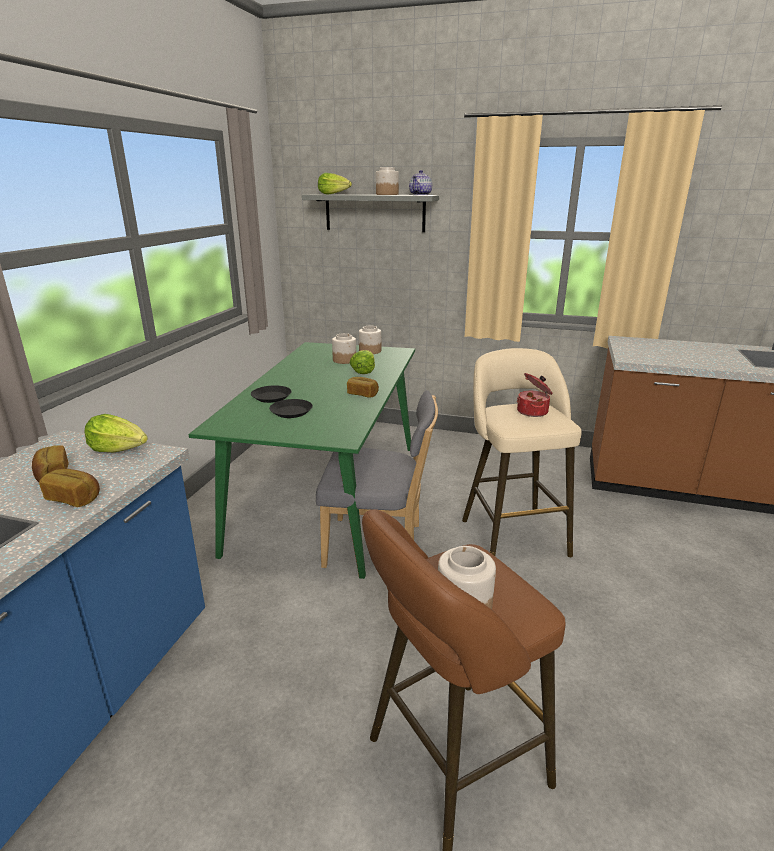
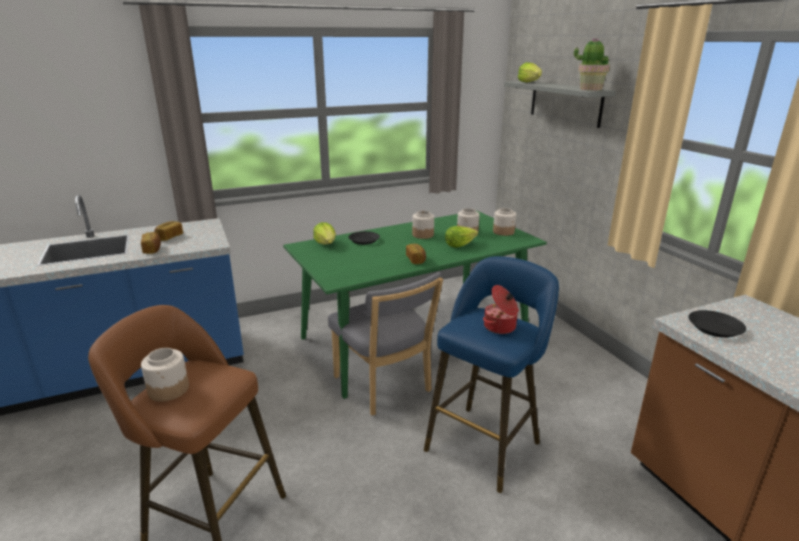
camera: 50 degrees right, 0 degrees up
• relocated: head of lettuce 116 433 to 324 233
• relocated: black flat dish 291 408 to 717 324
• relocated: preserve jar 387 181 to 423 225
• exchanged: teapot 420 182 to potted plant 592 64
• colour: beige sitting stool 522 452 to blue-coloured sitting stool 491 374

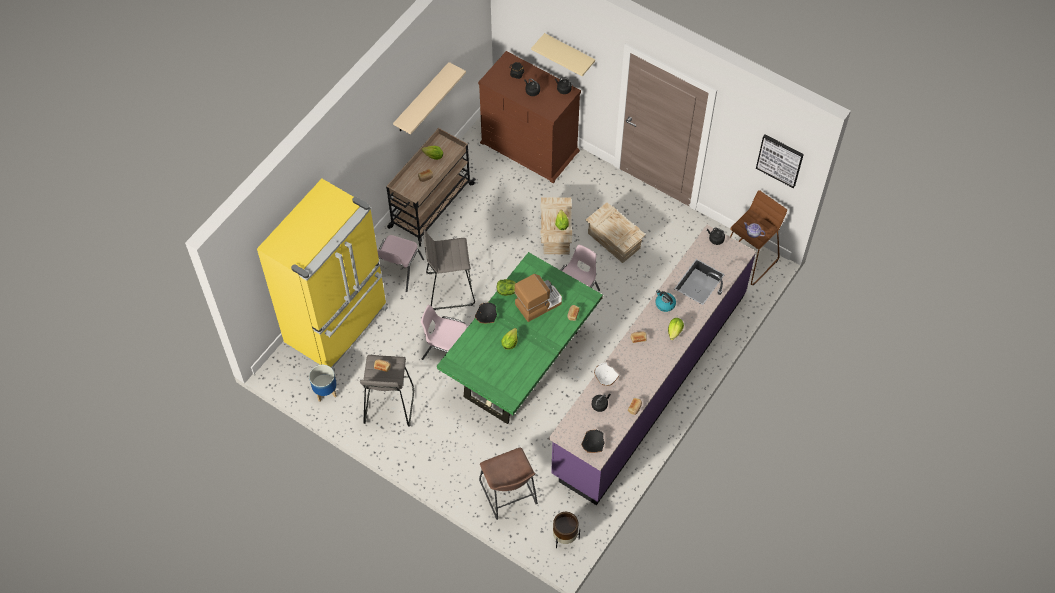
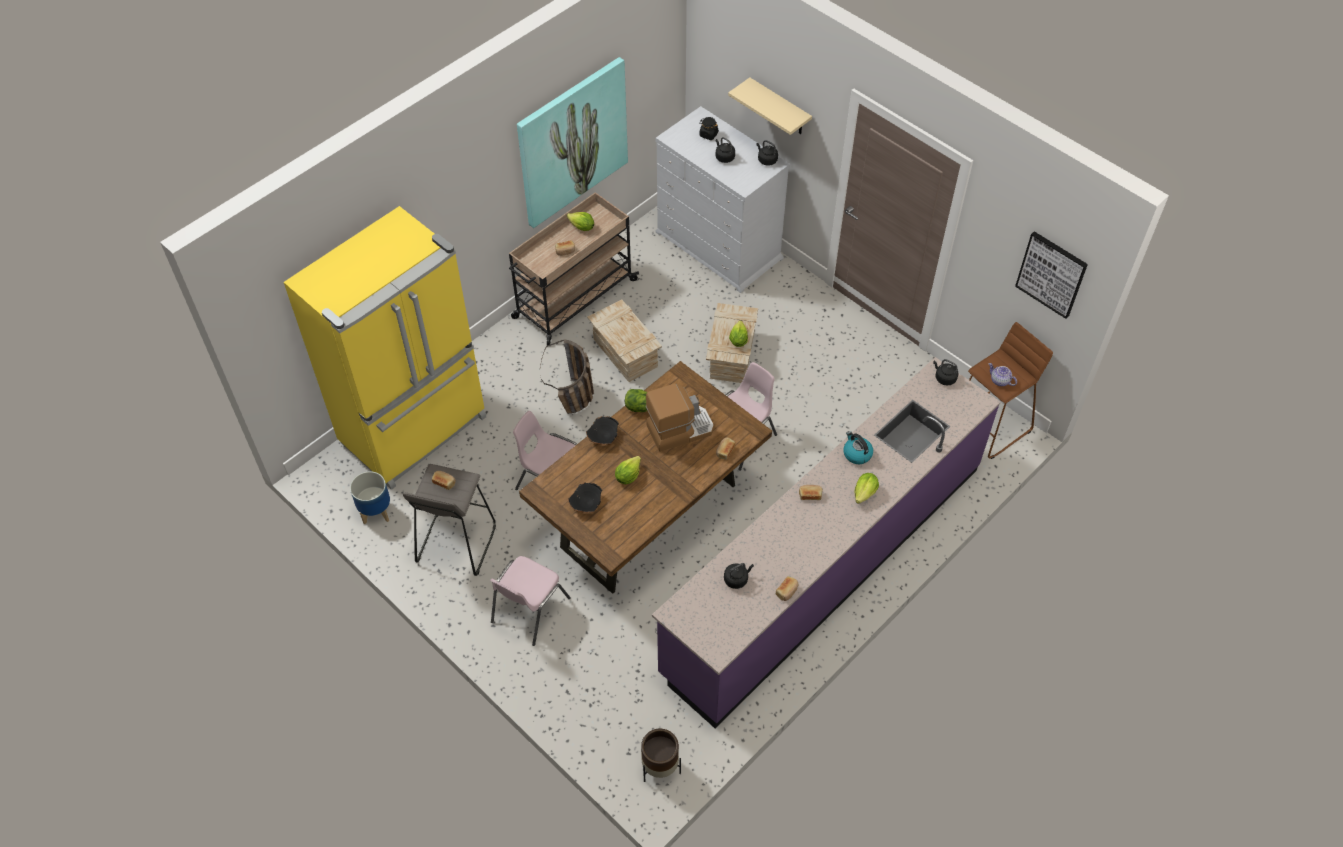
camera: 10 degrees right, 5 degrees down
• missing: brown sitting stool 508 484
• missing: whitish deep dish 607 374
• relocated: pink chair 400 263 to 530 601
• relocated: black deep dish 593 441 to 585 497
• relocated: crate 616 233 to 624 341
• exchanged: beige wall shelf 429 98 to wall picture 572 142
• exchanged: gray sitting stool 449 270 to storage basket 567 377
• colour: green-coloured dining table 520 338 to brown dining table 645 477
• colour: brown chest of drawers 529 117 to whitish chest of drawers 723 199

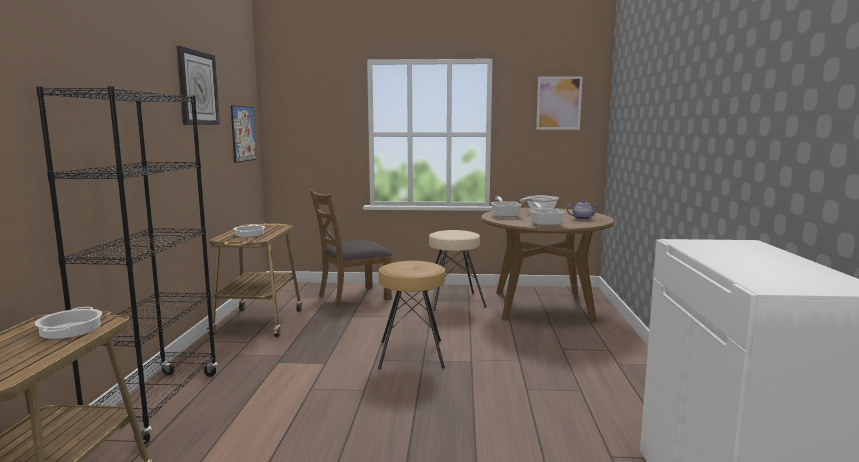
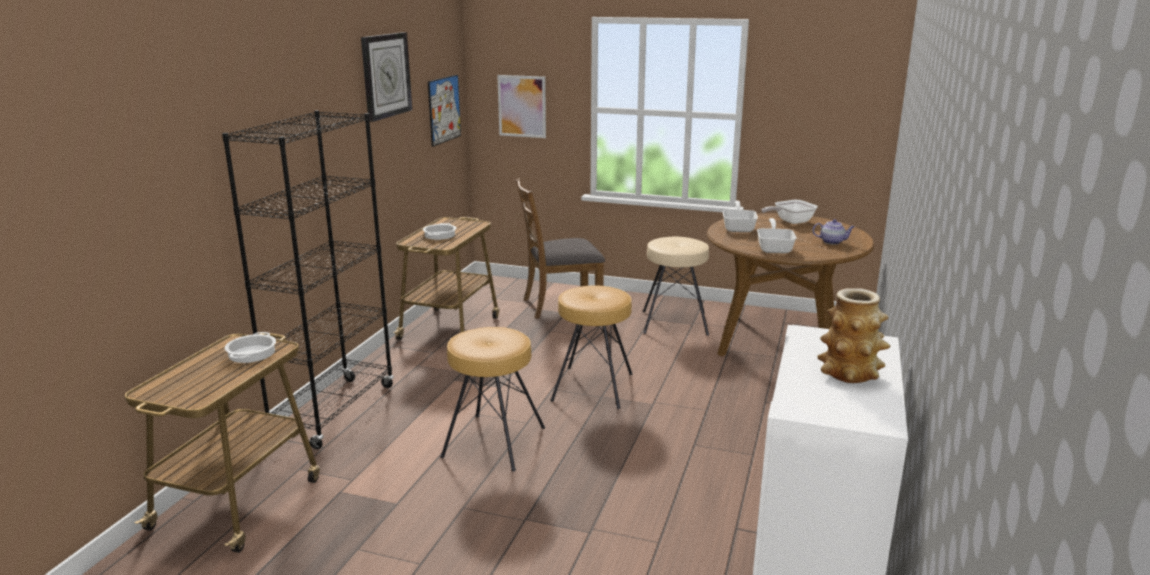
camera: 15 degrees right, 10 degrees up
• appeared: brown sitting stool 493 399
• appeared: vase 853 335
• relocated: wall picture 559 103 to 521 106

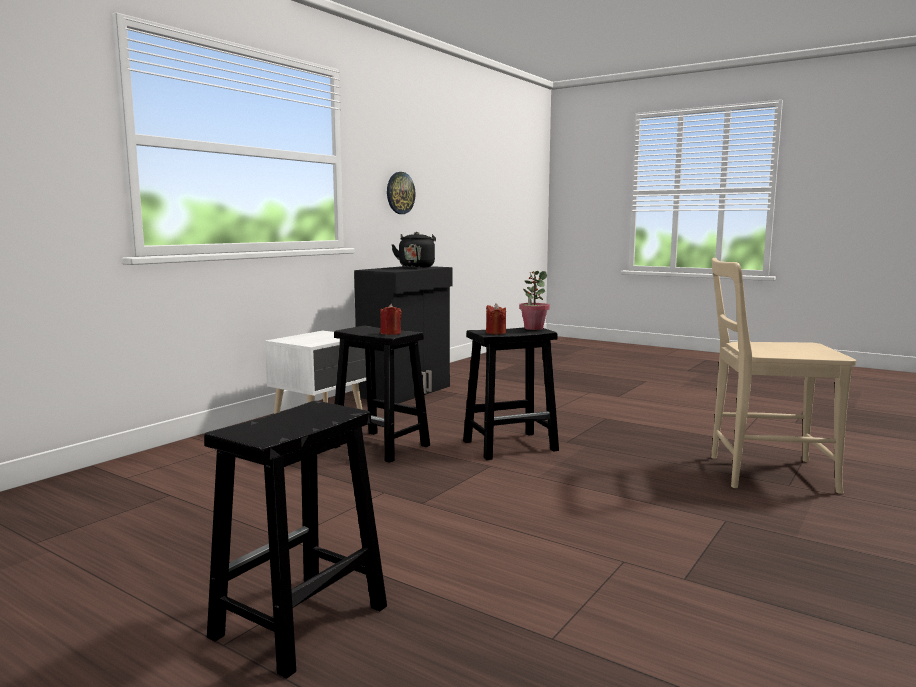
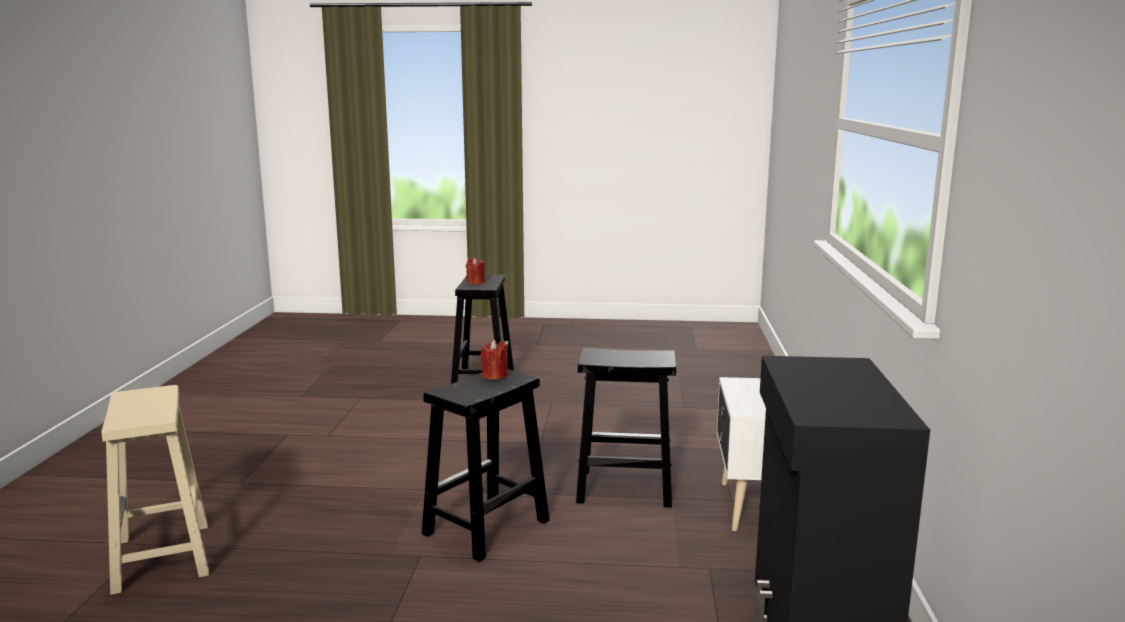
camera: 150 degrees right, 5 degrees up
• missing: clock on the wall 401 193
• missing: black tea kettle 413 250
• missing: potted plant 534 300
• relocated: reddish wax light 391 319 to 475 271
• exchanged: beige chair 783 376 to beige sitting stool 155 490

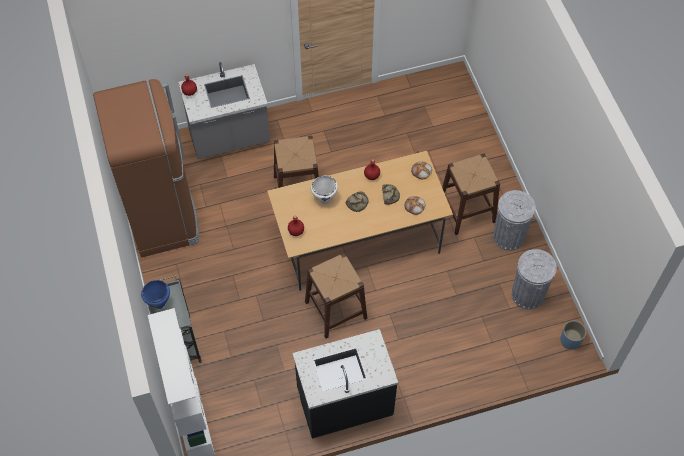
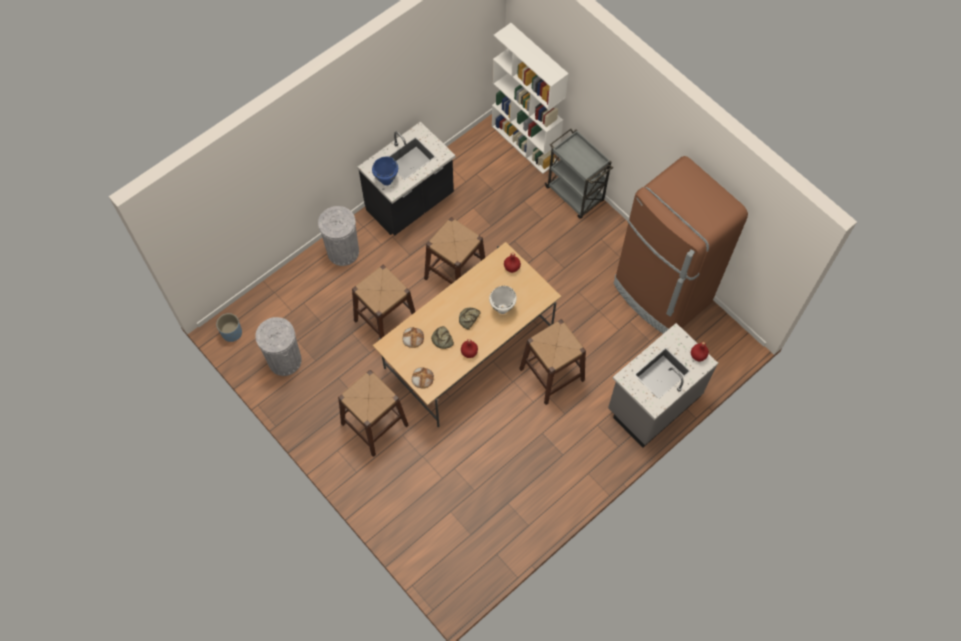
camera: 155 degrees right, 5 degrees up
• appeared: brown sitting stool 383 301
• relocated: blue-coloured cooking pot 155 294 to 385 171
• relocated: gray waste bin 514 220 to 338 236

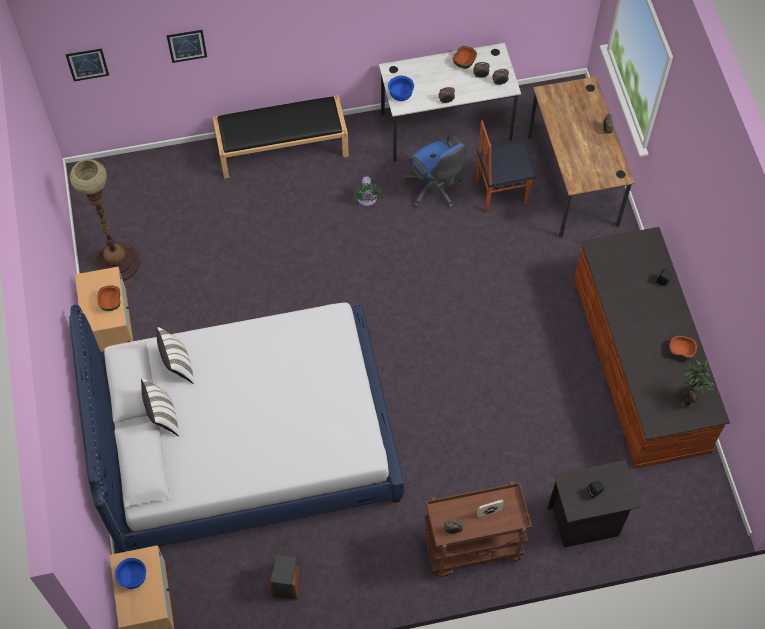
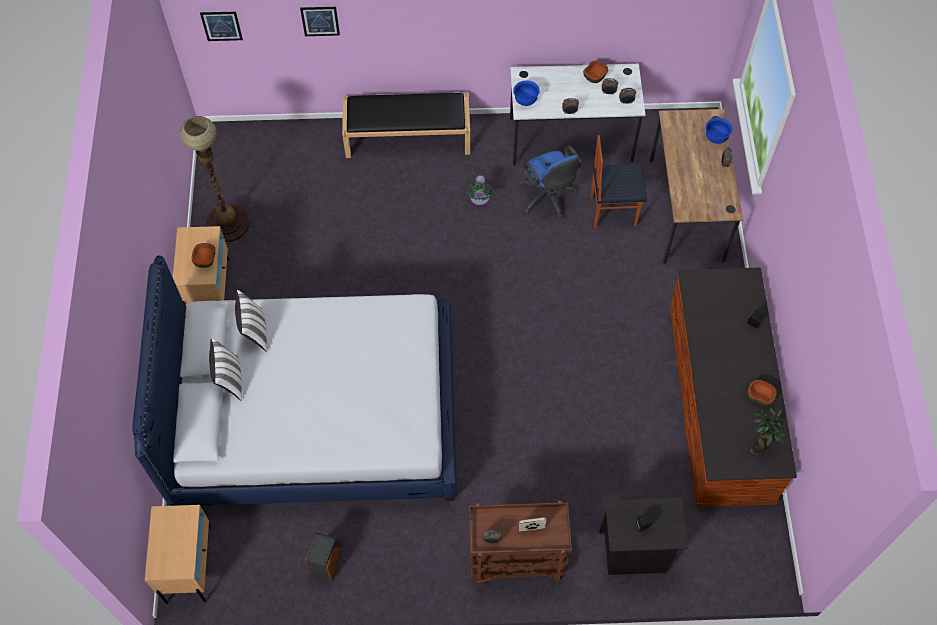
camera: 10 degrees right, 0 degrees up
• relocated: blue-coloured deep dish 130 573 to 719 131

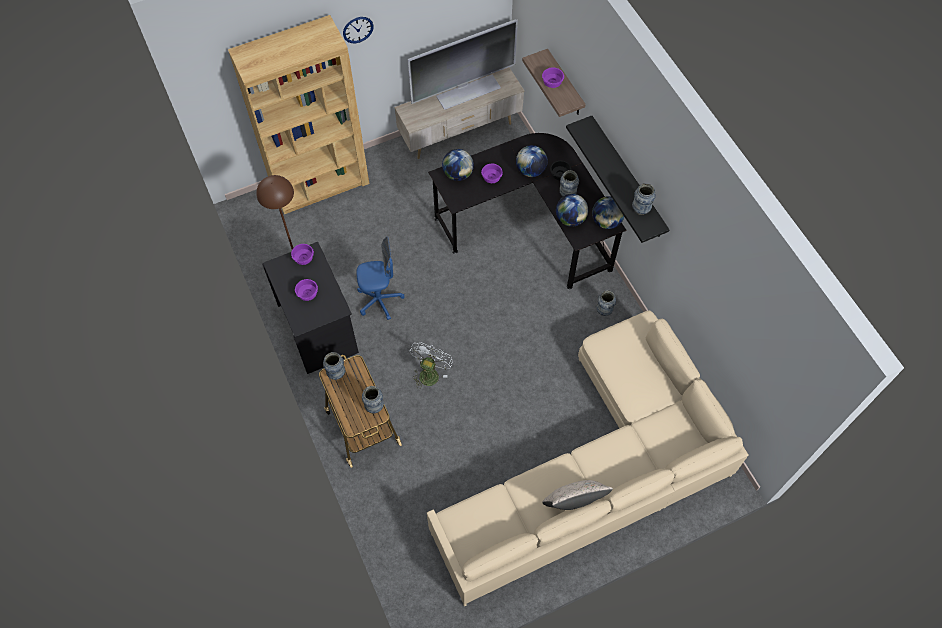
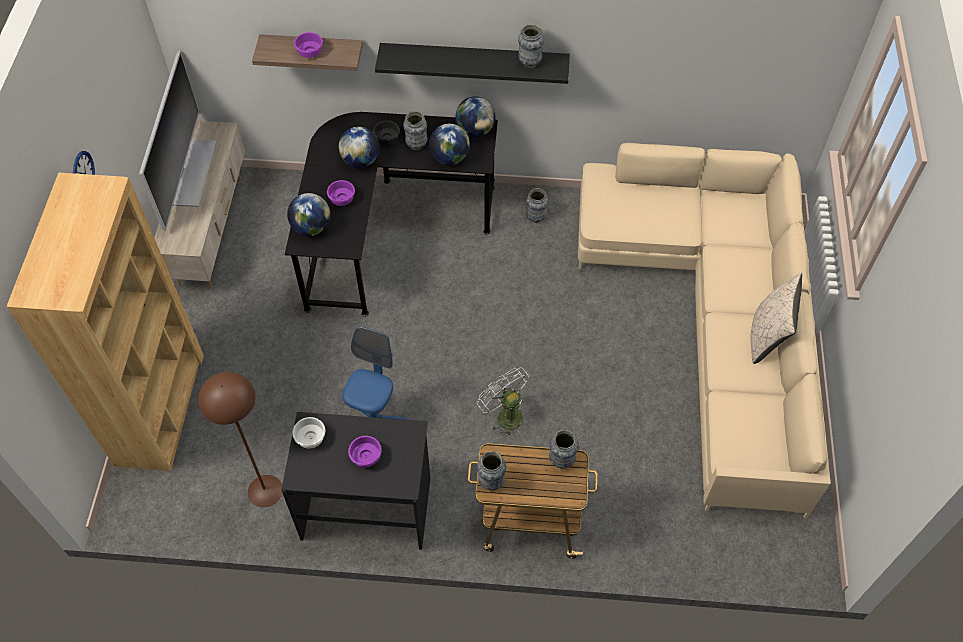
camera: 60 degrees left, 5 degrees down
• colour: purple-coloured deep dish 302 254 to whitish deep dish 308 433

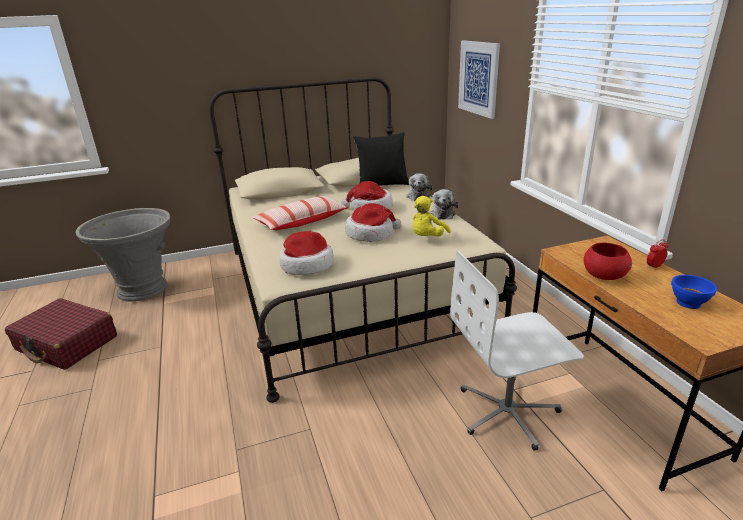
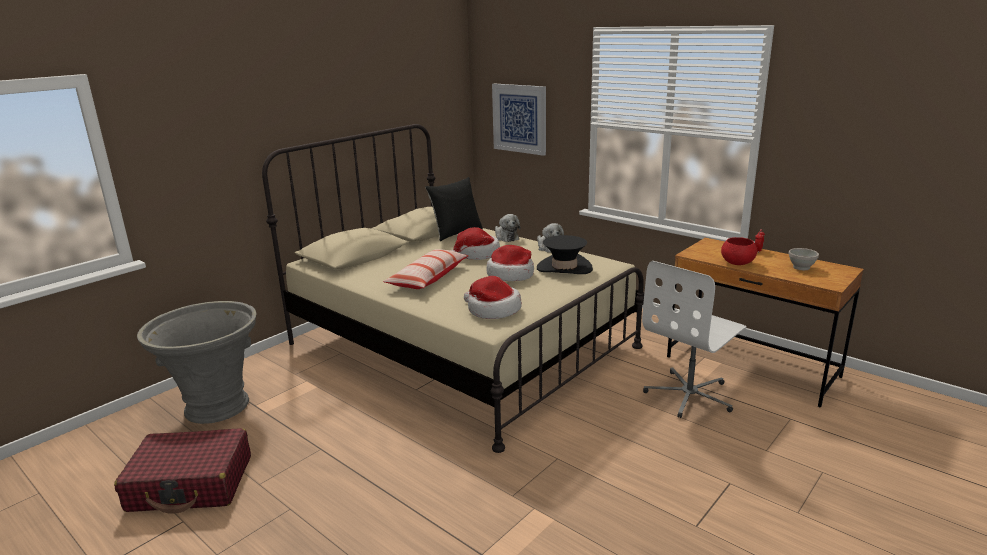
camera: 30 degrees left, 5 degrees down
• exchanged: yellow-coloured cuddly toy 432 216 to black wearable hat 565 254
• colour: blue-coloured deep dish 694 292 to whitish deep dish 803 259

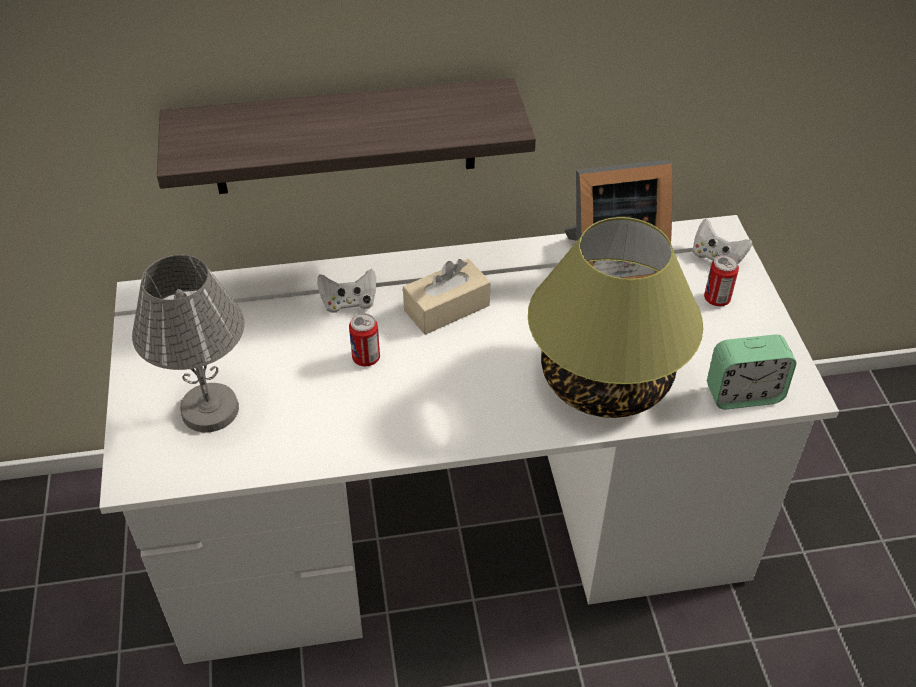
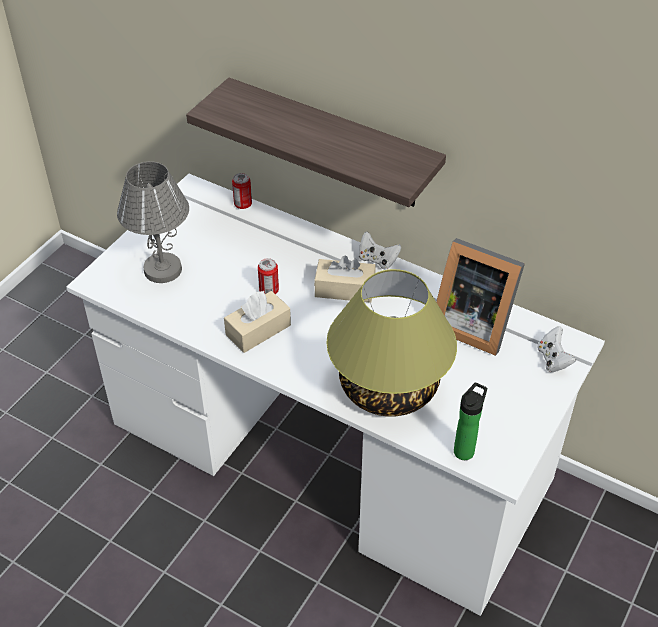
camera: 40 degrees right, 0 degrees up
• appeared: beige box of tissues 257 321
• relocated: whitish joypad 346 291 to 380 250
• relocated: metal can 721 280 to 242 191
• exchanged: bedside clock 752 371 to beverage bottle 470 421

